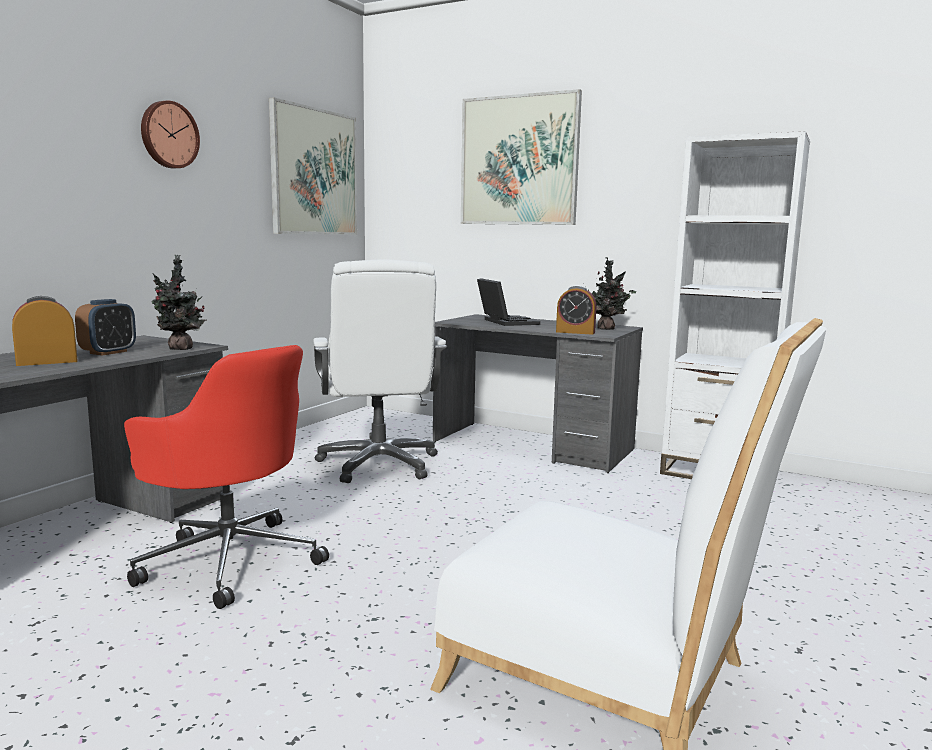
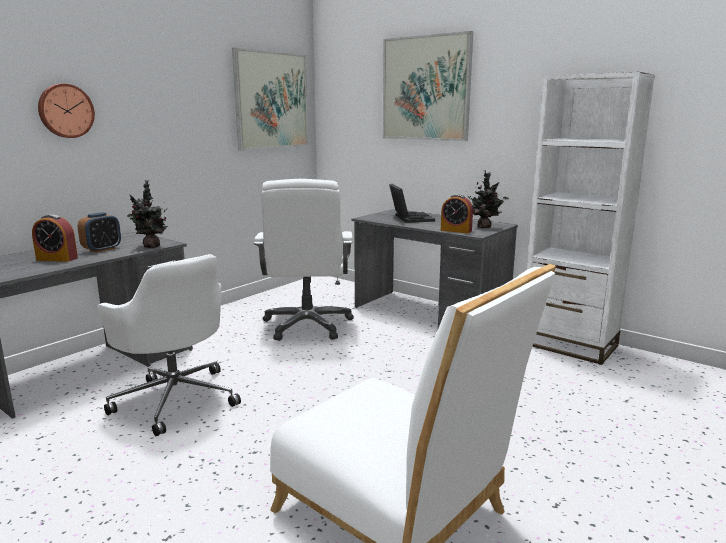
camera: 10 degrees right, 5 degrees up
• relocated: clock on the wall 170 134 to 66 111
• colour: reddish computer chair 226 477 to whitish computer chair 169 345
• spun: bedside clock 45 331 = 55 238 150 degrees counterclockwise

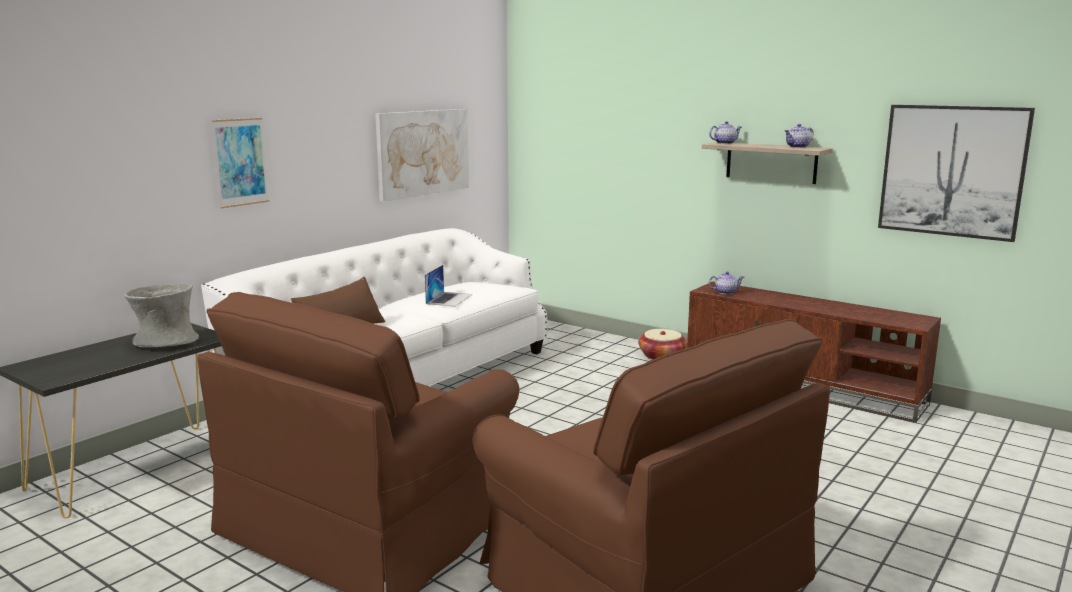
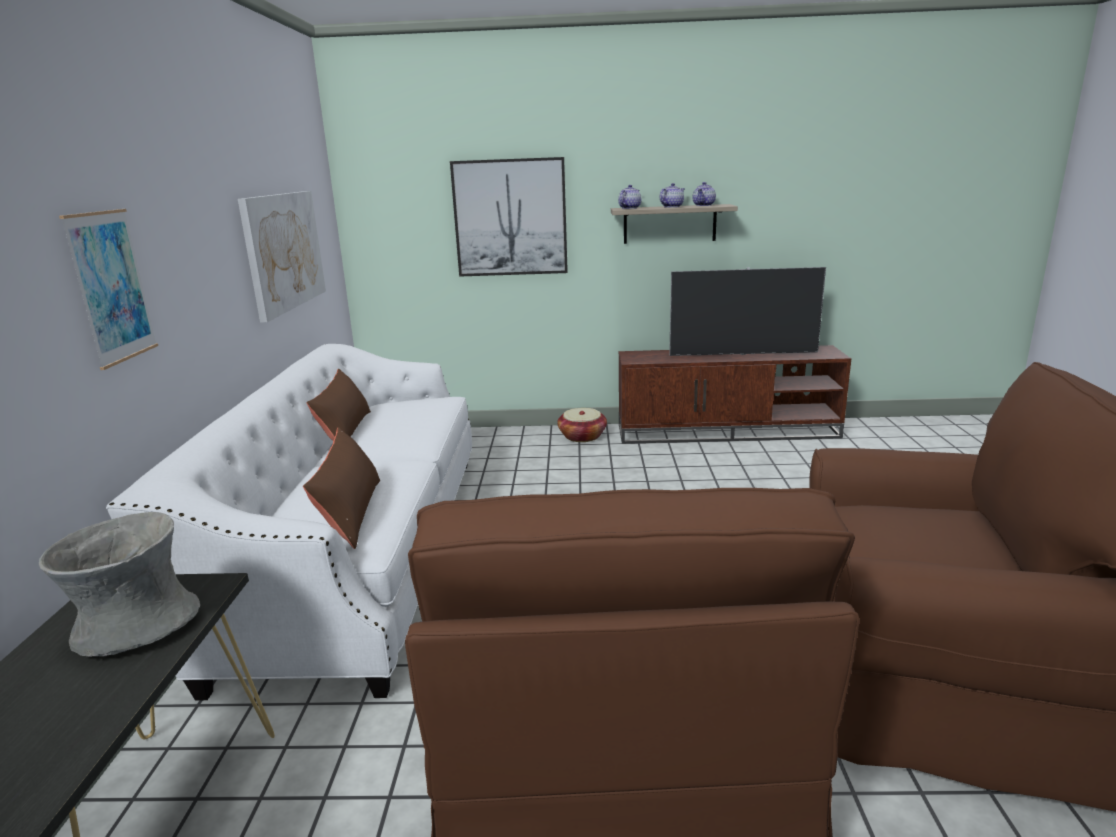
camera: 35 degrees left, 5 degrees up
• missing: notebook computer 448 286
• appeared: brown throw pillow 338 405
• appeared: television 747 311
• relocated: teapot 726 283 to 672 195
• relocated: wall picture 956 173 to 509 217

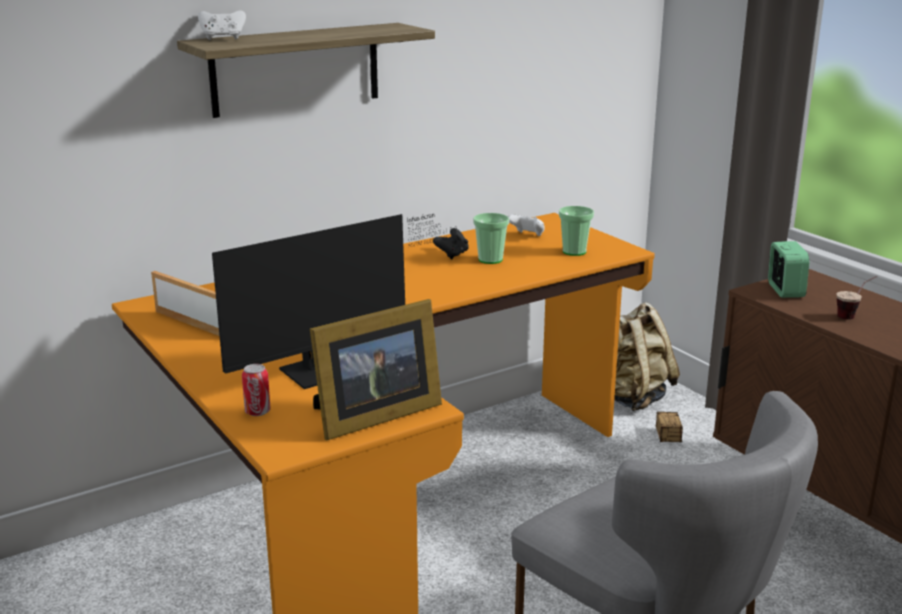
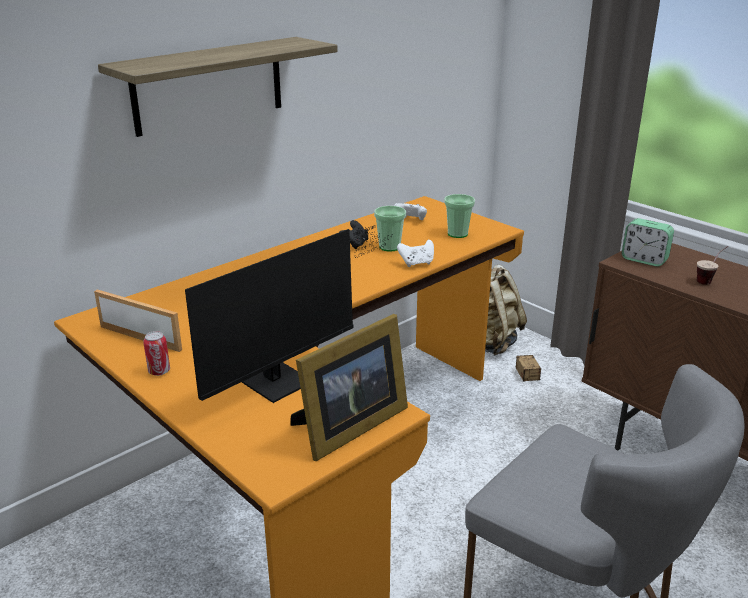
camera: 10 degrees left, 5 degrees up
• relocated: whitish joypad 222 25 to 415 253
• relocated: metal can 256 390 to 156 353
• spun: bedside clock 788 269 = 648 242 135 degrees clockwise

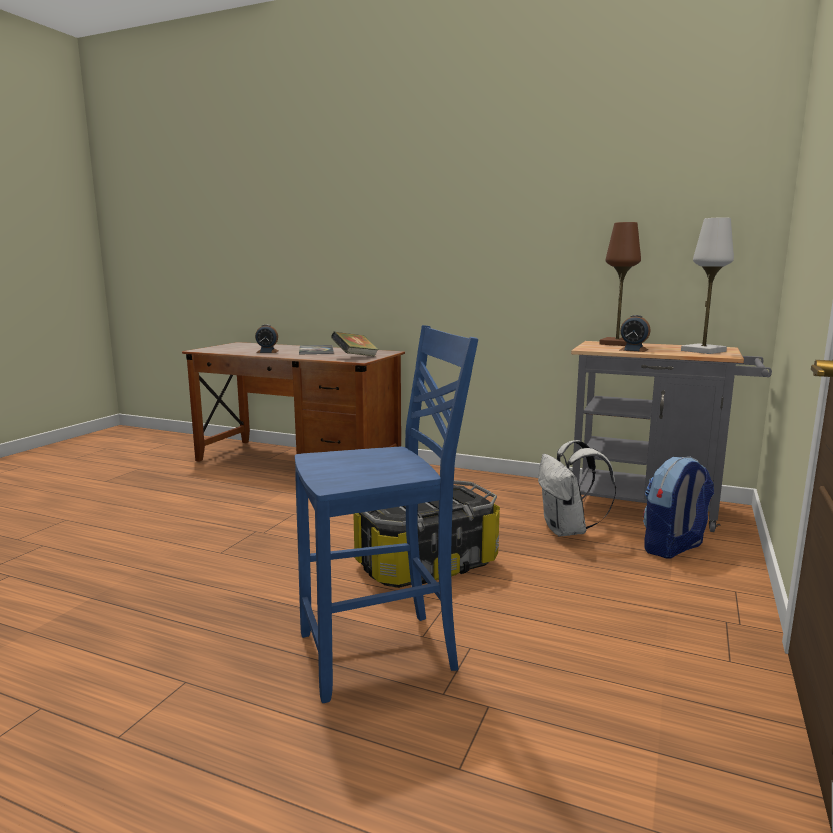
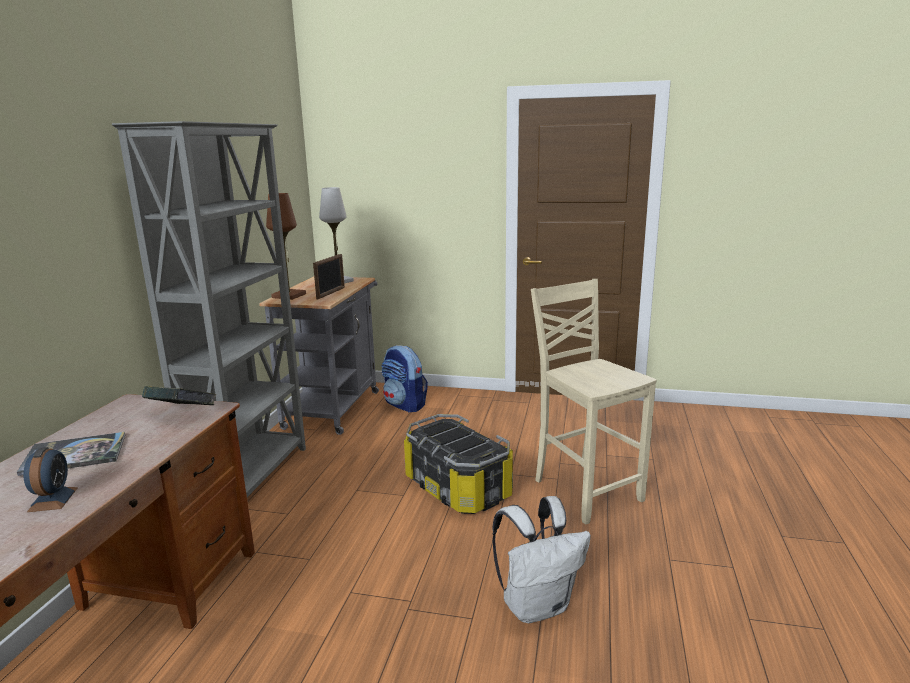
camera: 100 degrees left, 5 degrees up
• appeared: gray shelving unit 209 309
• relocated: whitish backpack 577 488 to 541 559
• exchanged: bedside clock 635 333 to picture frame 329 276
• colour: blue-coloured chair 386 514 to beige chair 593 401

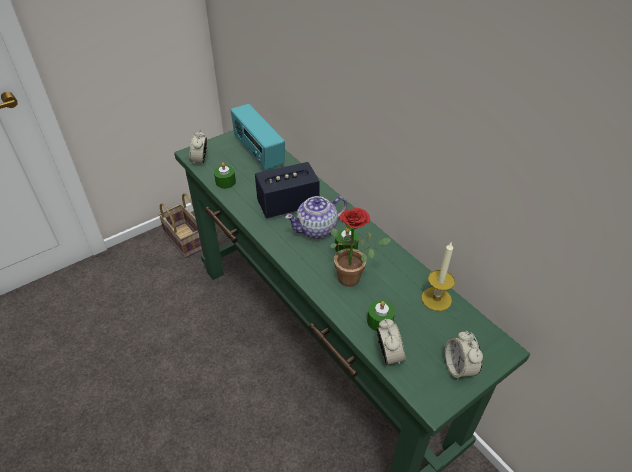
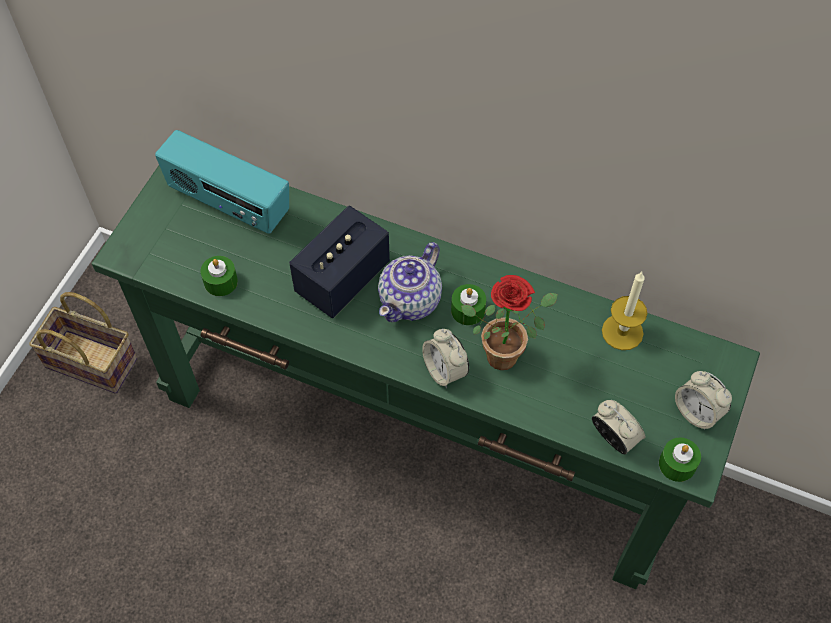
camera: 30 degrees left, 15 degrees up
• relocated: bedside clock 198 147 to 445 358
• relocated: green-coloured wax light 381 315 to 680 460

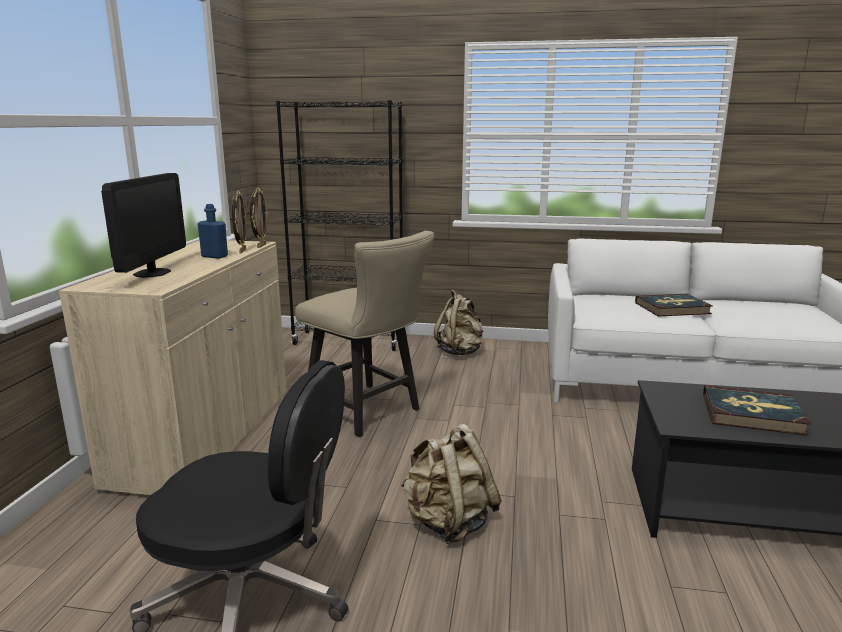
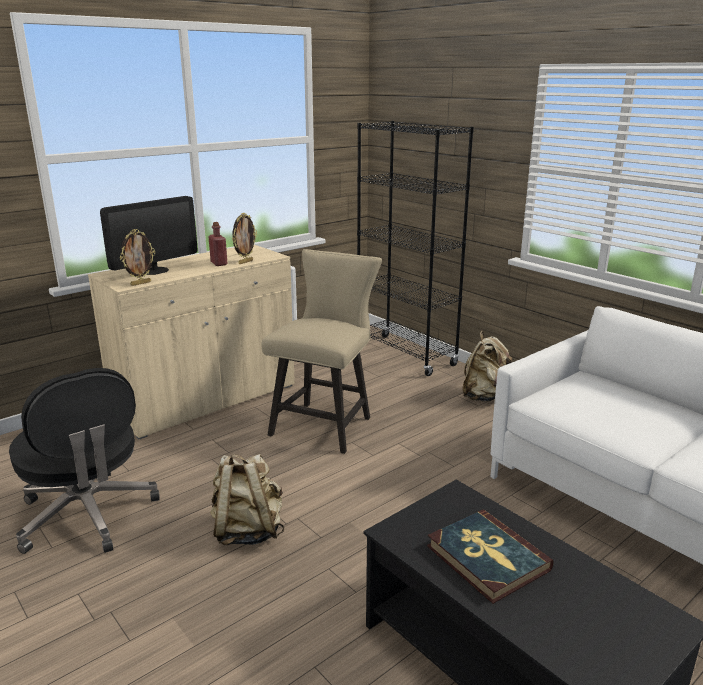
camera: 40 degrees right, 5 degrees up
• missing: volume 674 305
• relocated: picture frame 259 218 to 137 257
• colour: blue-coloured beverage bottle 212 231 to reddish beverage bottle 218 244
• spun: beige chair 365 334 = 322 351 150 degrees counterclockwise

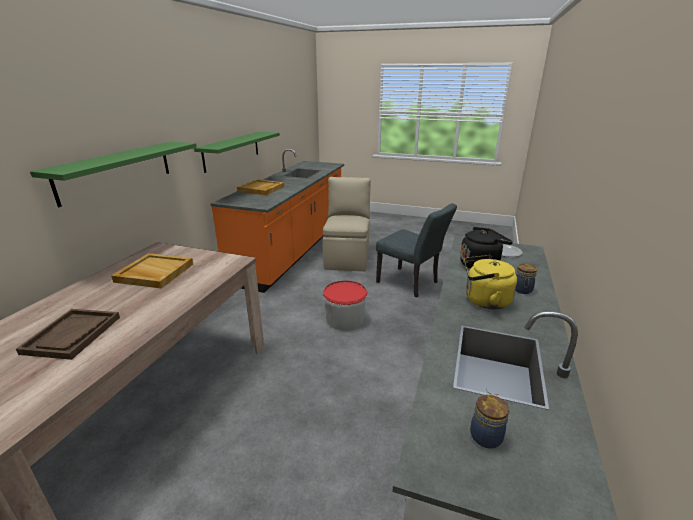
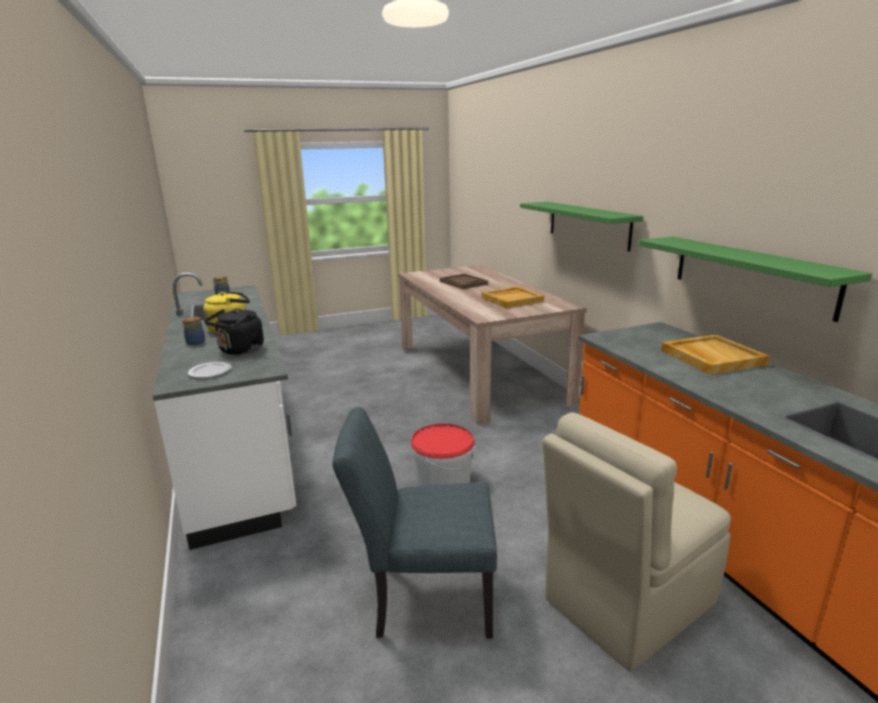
camera: 140 degrees right, 5 degrees down
• spun: beige chair 347 224 = 636 542 90 degrees clockwise

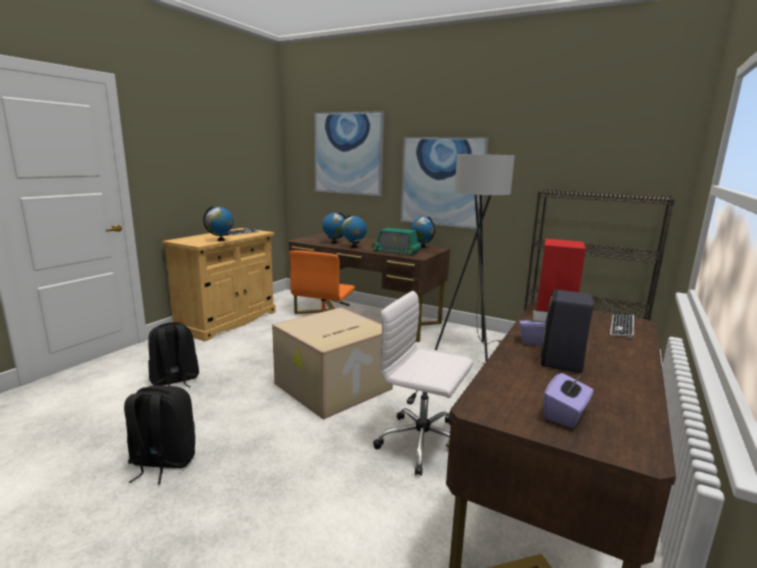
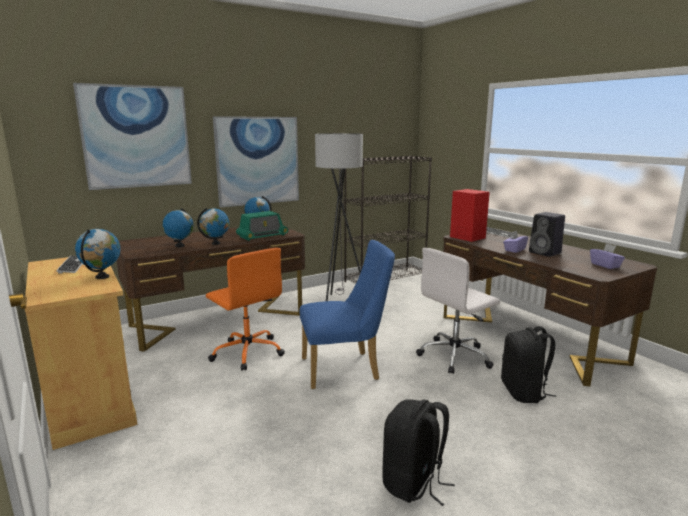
camera: 60 degrees left, 0 degrees up
• relocated: black backpack 173 355 to 528 364
• exchanged: carton 332 363 to blue-coloured chair 347 314

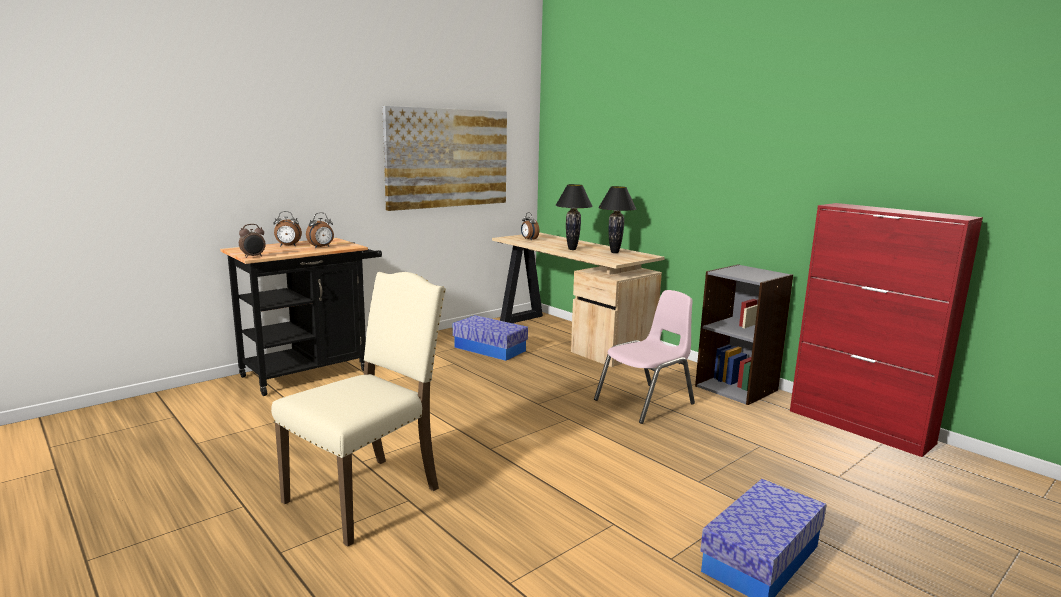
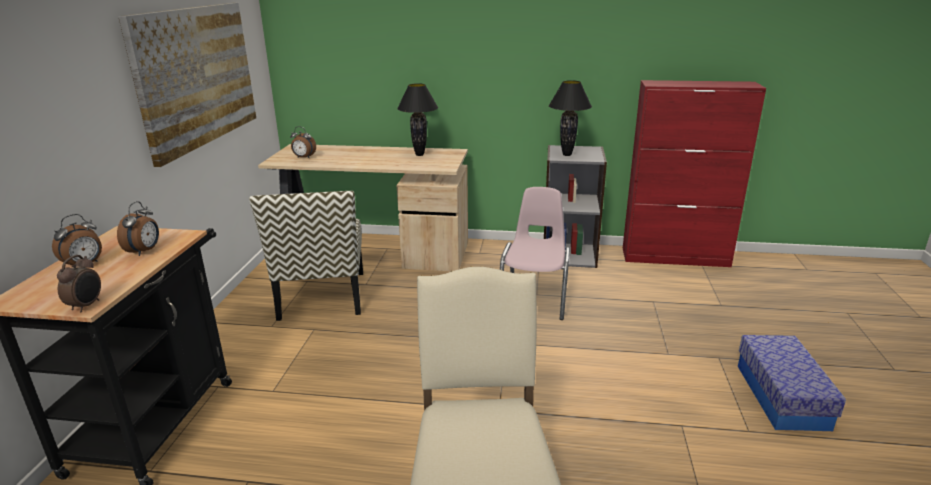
camera: 40 degrees left, 10 degrees up
• relocated: black lamp for a table 574 217 to 570 118
• exchanged: storage container 490 338 to chair 306 256

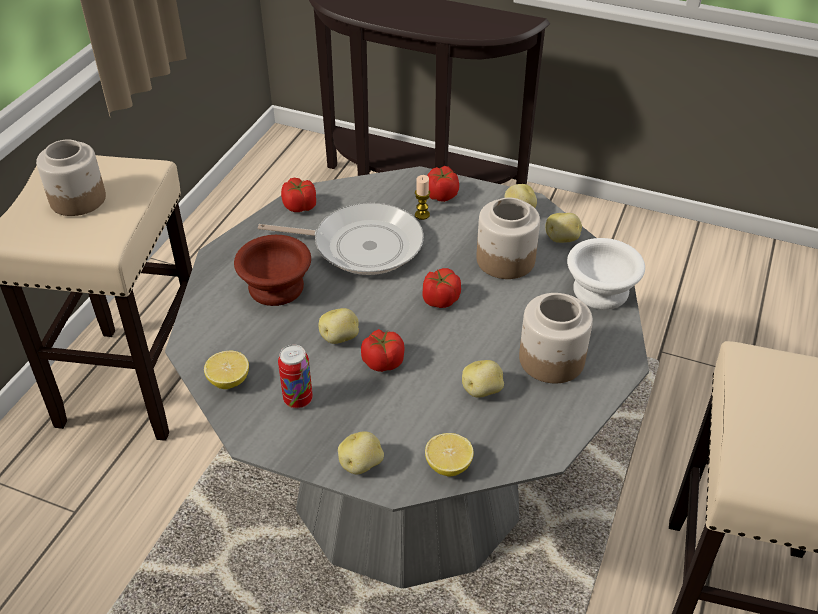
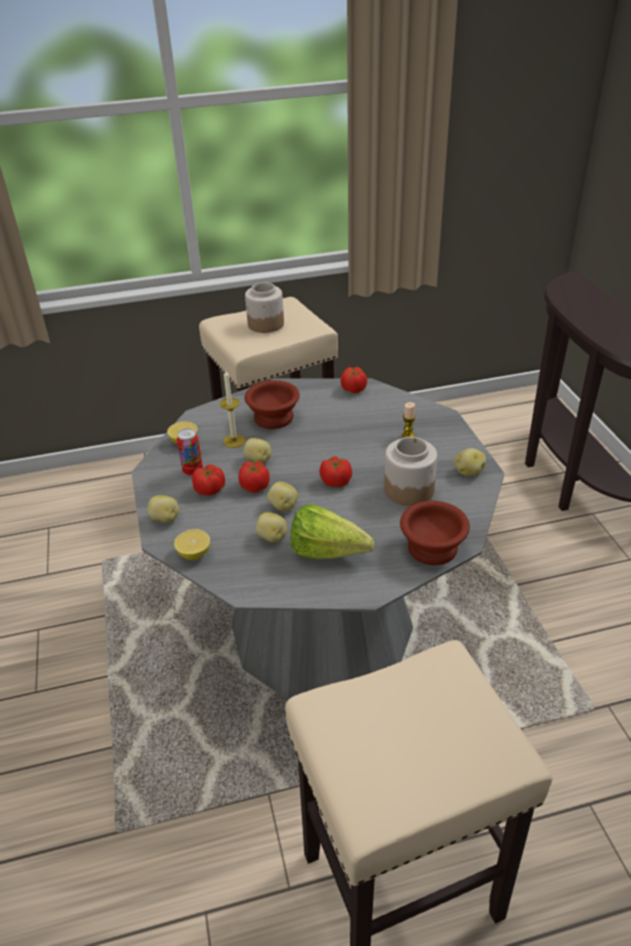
camera: 55 degrees right, 5 degrees down
• missing: frying pan 341 239
• appeared: wax light 232 408
• relocated: tomato 443 184 to 208 480
• relocated: potato 563 228 to 282 496
• exchanged: preserve jar 556 338 to head of lettuce 332 531
• colour: whitish deep dish 606 274 to brown deep dish 435 533

